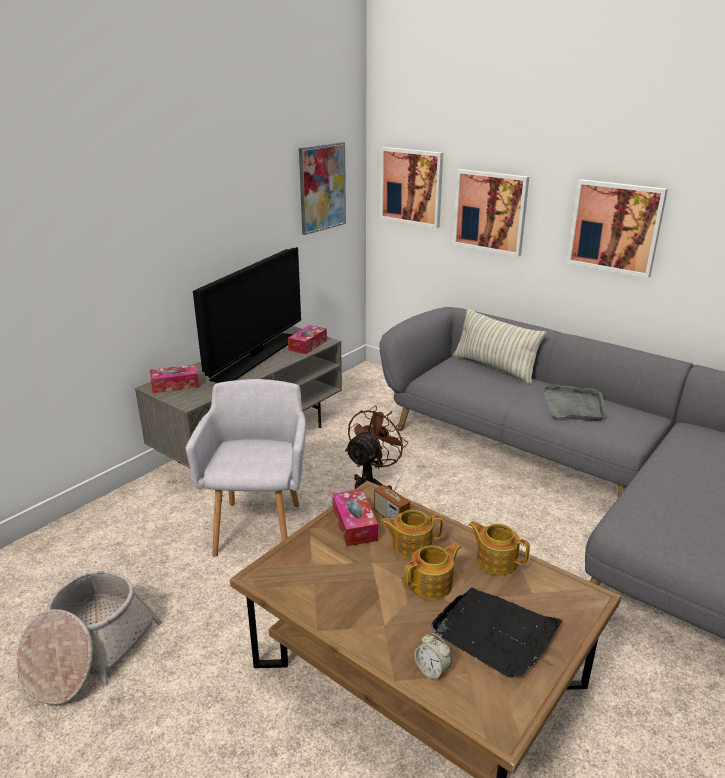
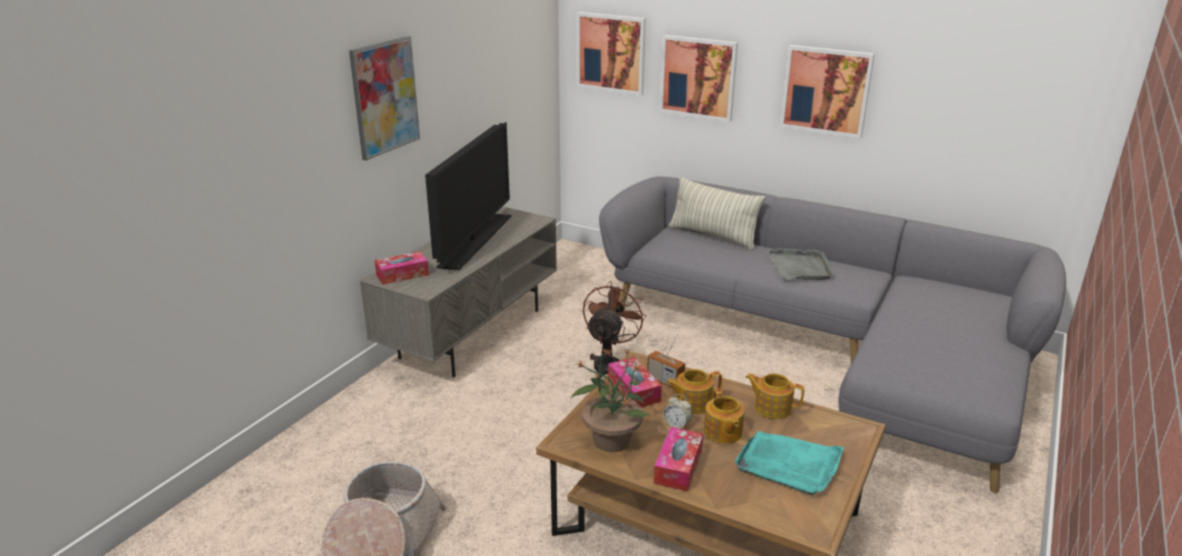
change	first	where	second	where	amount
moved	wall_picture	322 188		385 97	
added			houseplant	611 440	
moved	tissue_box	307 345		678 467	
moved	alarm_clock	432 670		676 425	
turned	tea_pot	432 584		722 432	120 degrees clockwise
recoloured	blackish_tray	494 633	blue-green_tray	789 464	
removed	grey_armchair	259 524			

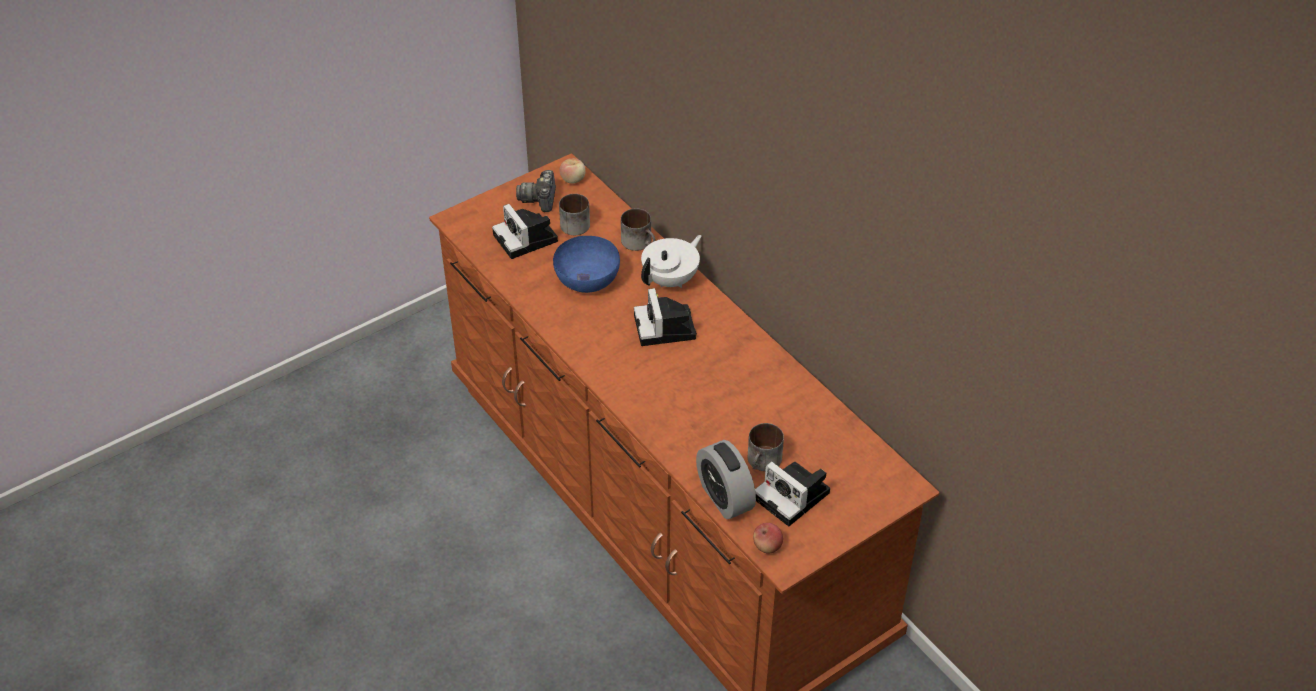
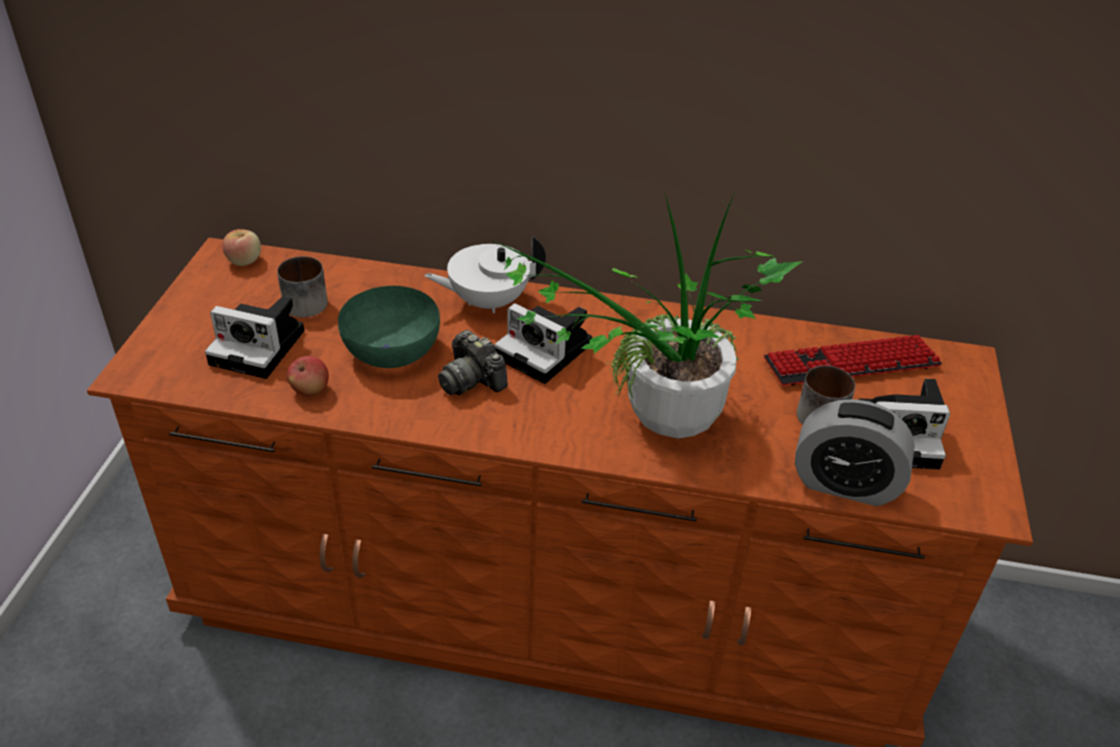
change	first	where	second	where	amount
moved	whole_apple	767 546		310 390	
recoloured	blue_serving_bowl	587 280	greenish_serving_bowl	393 351	
turned	white_tea_pot	671 280		487 301	105 degrees counterclockwise
moved	still_camera	539 199		471 379	
added			houseplant	653 425	
added			keyboard	851 363	
removed	mug	640 242			

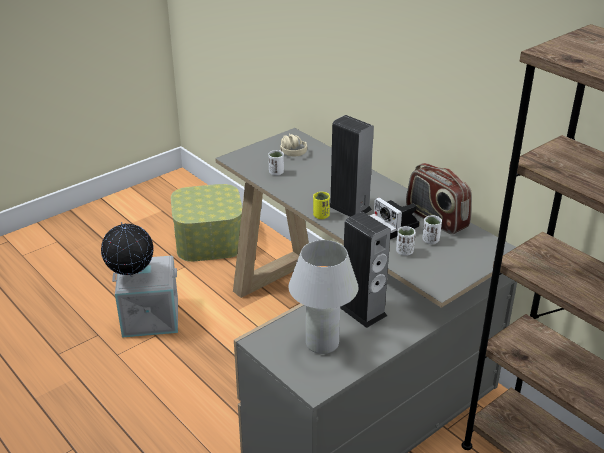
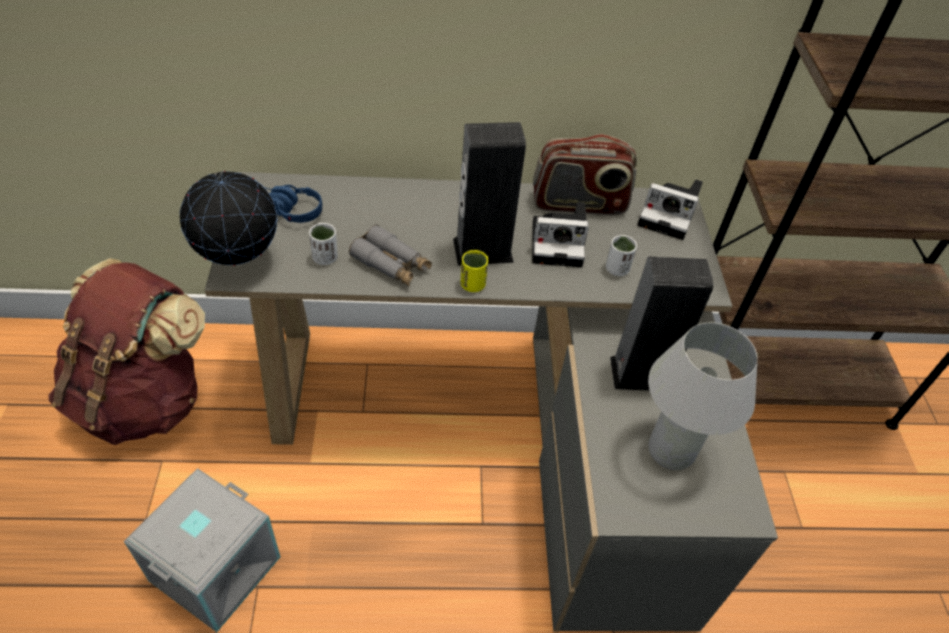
change	first	where	second	where	amount
replaced	storage_box	209 240	brown_backpack	143 398	
moved	world_globe	131 275		238 261	
recoloured	beige-coloured_pair_of_headphones	291 150	blue_pair_of_headphones	289 210	
added			grey_binoculars	391 264	
added			still_camera	670 215	
removed	white_drinking_cup	430 240			

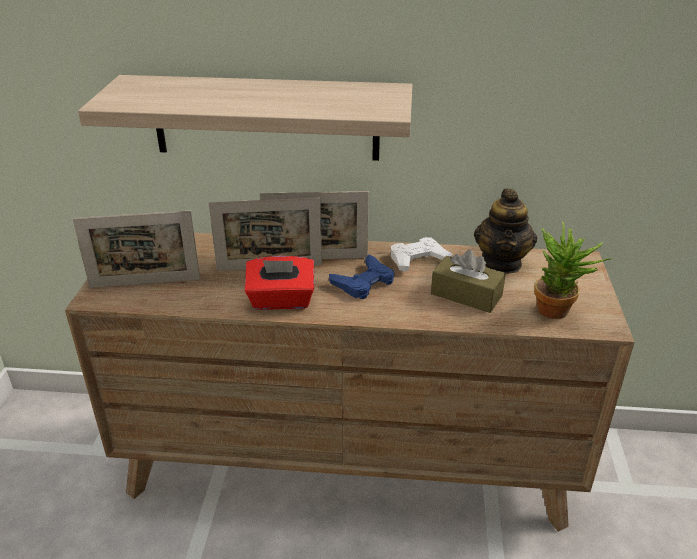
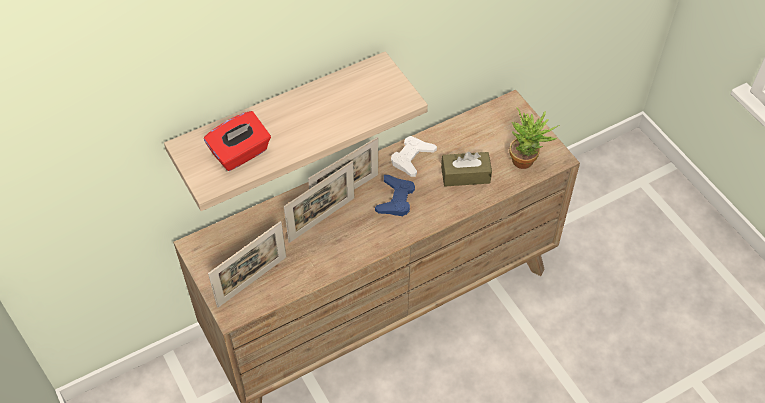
change	first	where	second	where	amount
moved	red_tissue_box	281 301		240 153	
removed	tea_pot	502 262			

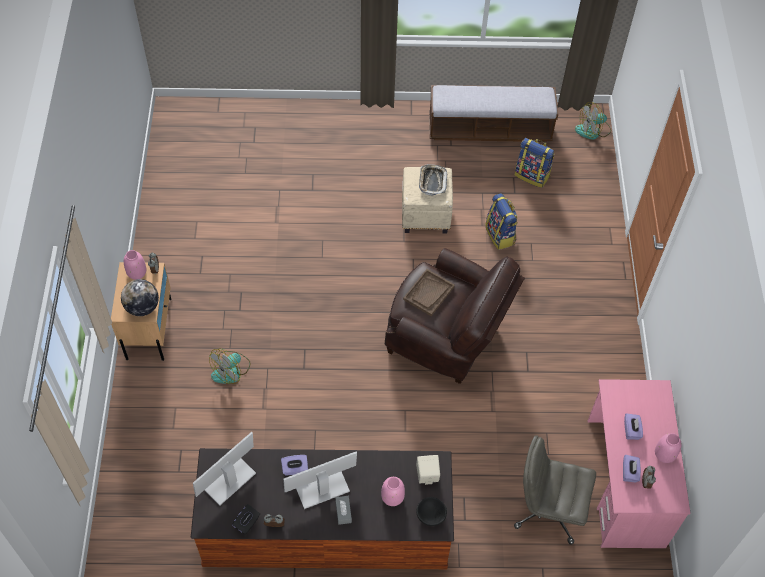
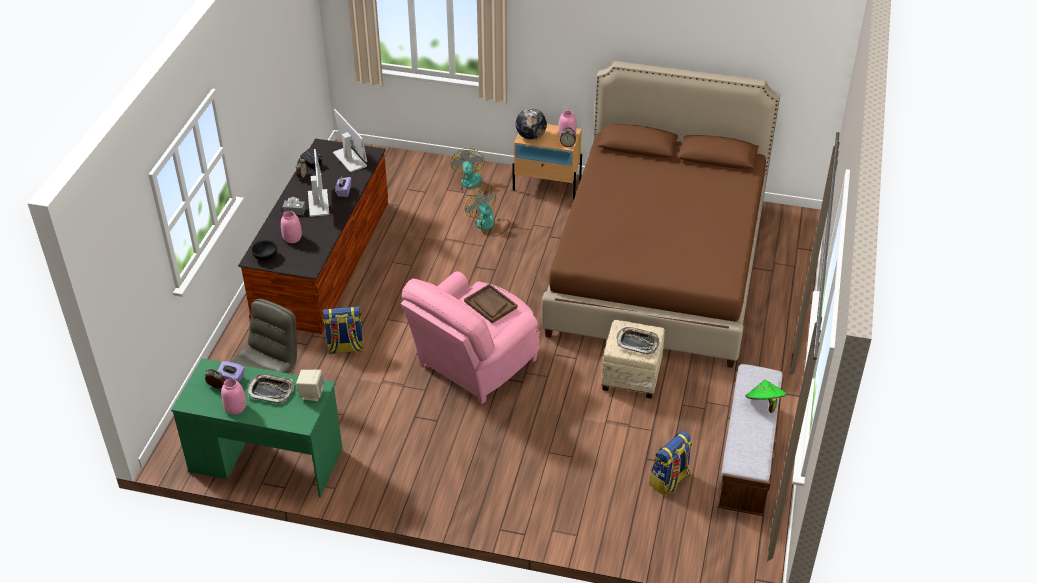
change	first	where	second	where	amount
recoloured	pinkish_desk_unit	625 483	greenish_desk_unit	266 460	
replaced	purple_tissue_box	631 430	tray	271 391	
moved	beige-coloured_audio_speaker	427 475		312 394	
moved	backpack	500 235		345 347	
recoloured	brown_armchair	447 338	pinkish_armchair	473 365	
moved	cooling_fan	593 130		472 185	
added			brown_bed	658 267	
added			greenish_wearable_hat	764 404	

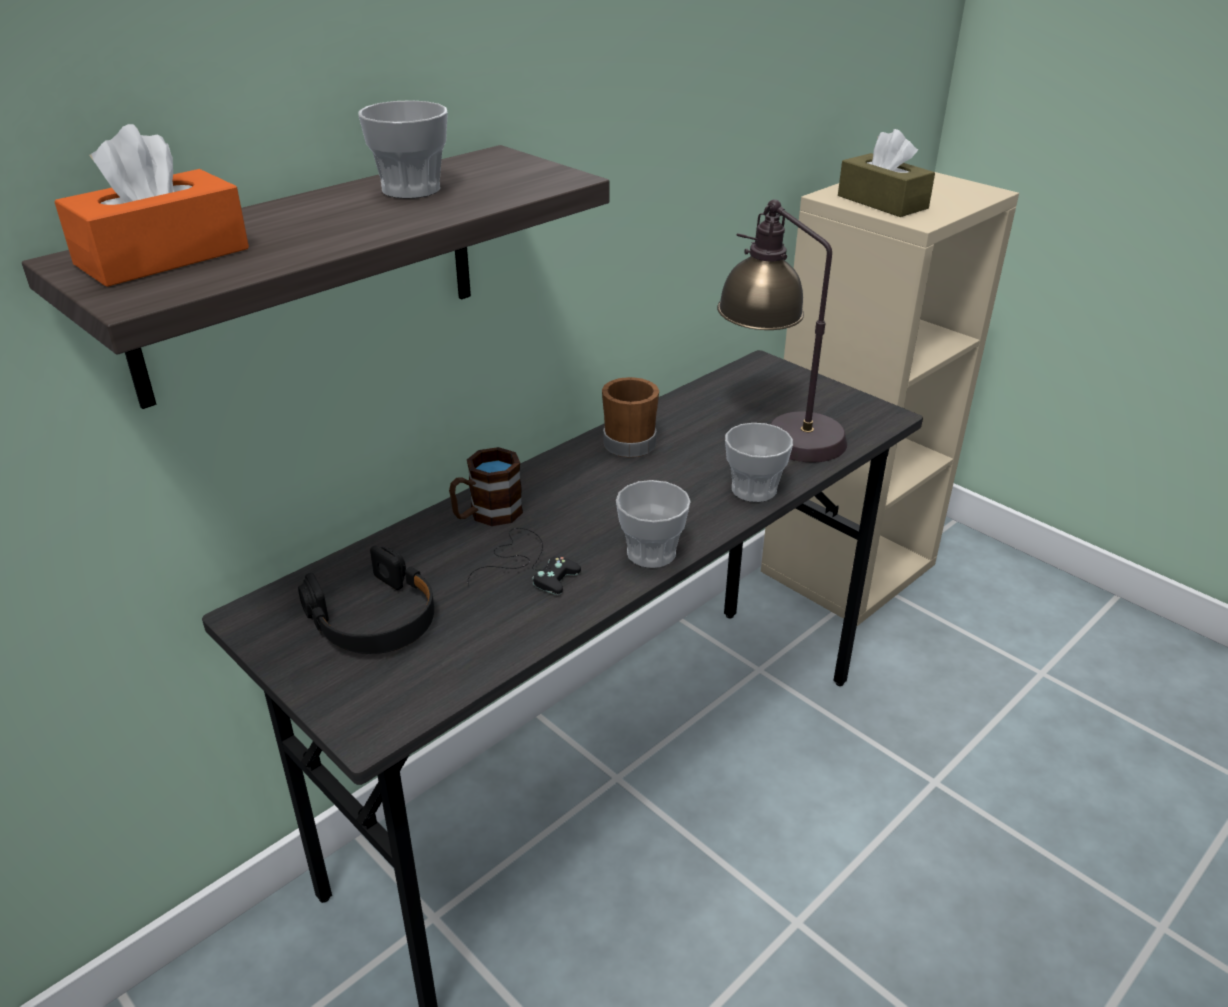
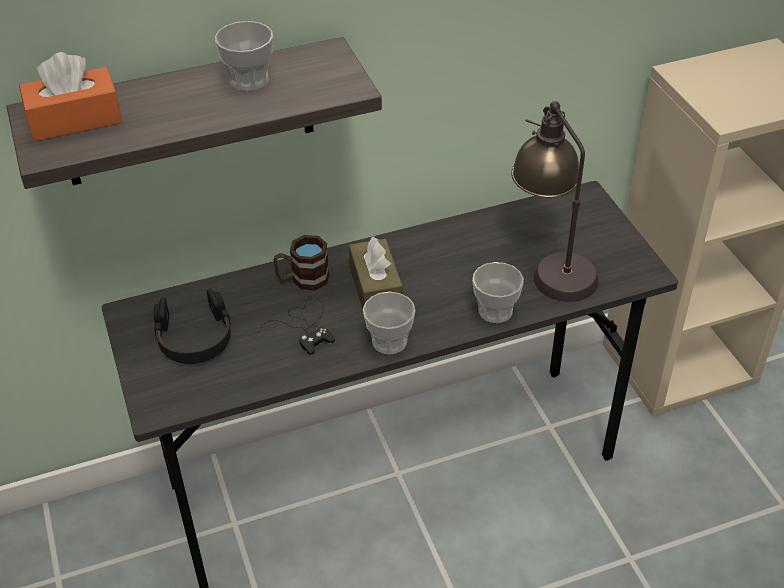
change	first	where	second	where	amount
moved	brown_tissue_box	882 202		375 287	
removed	brown_mug	632 441			

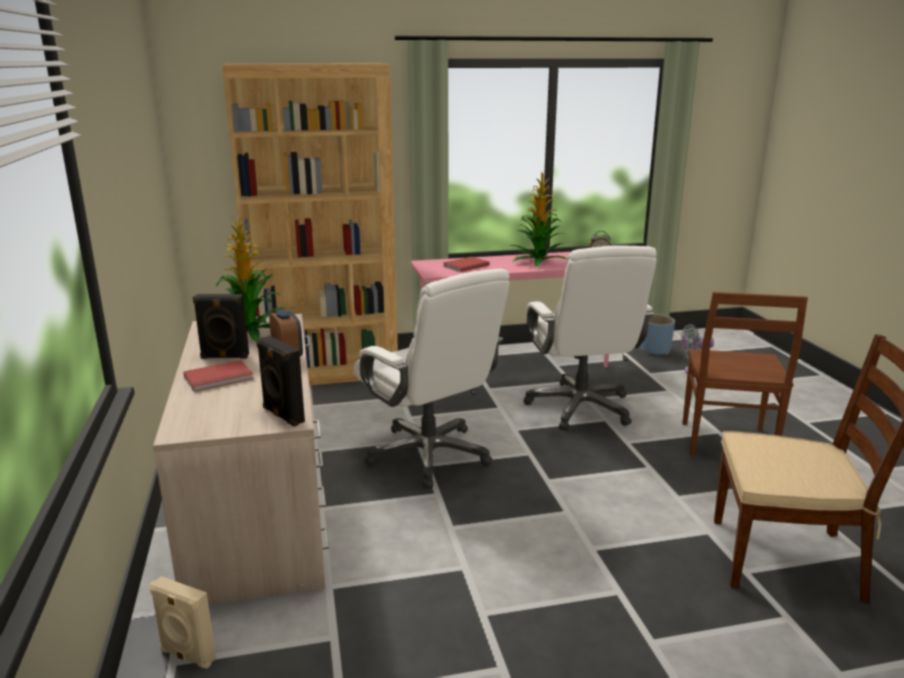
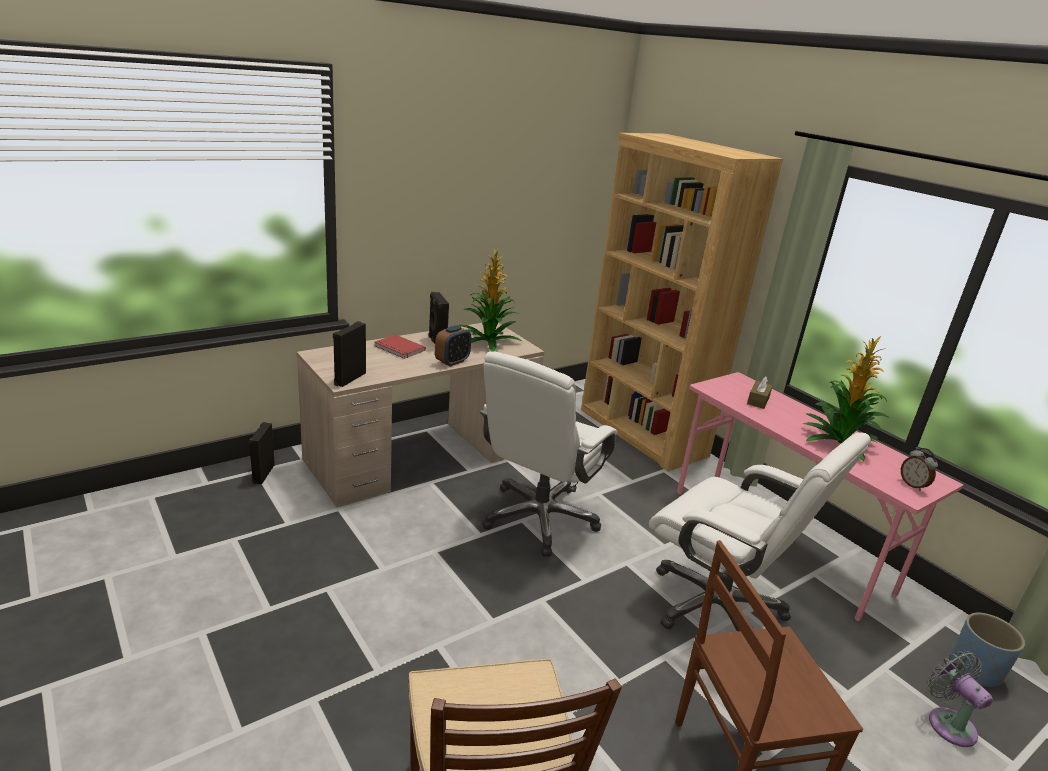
change	first	where	second	where	amount
recoloured	beige-coloured_audio_speaker	187 656	blackish_audio_speaker	262 474	
turned	white_desk_chair	580 407		718 608	105 degrees counterclockwise
replaced	red_book	465 265	brown_tissue_box	758 400	

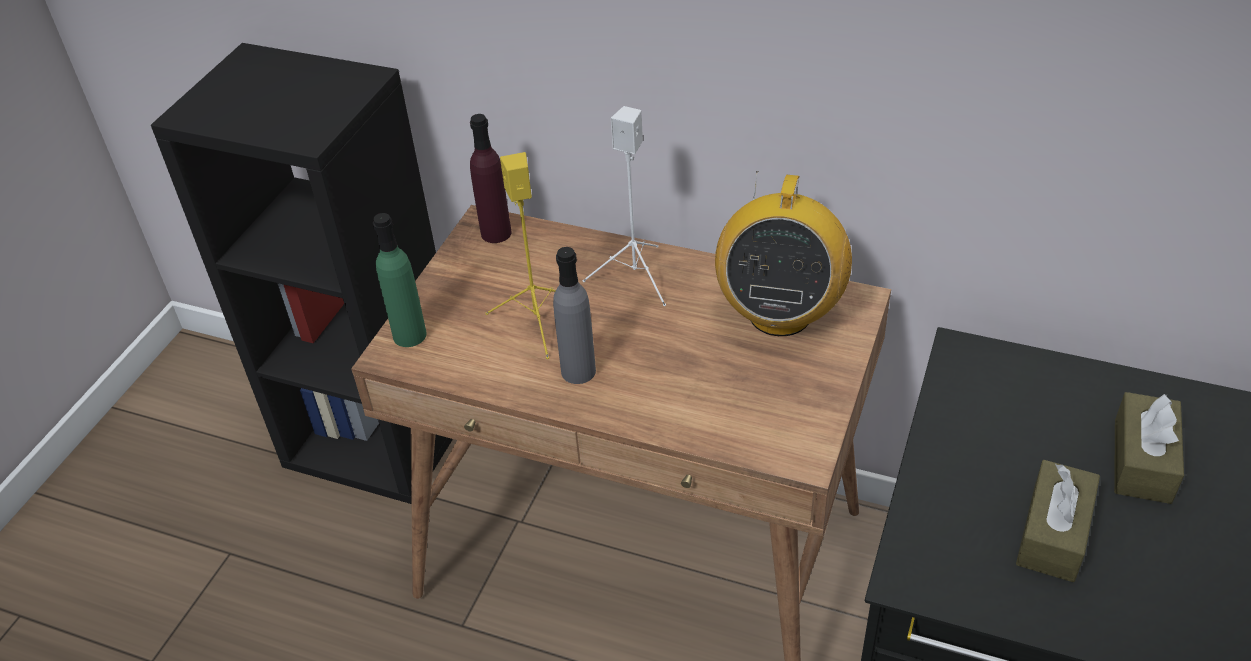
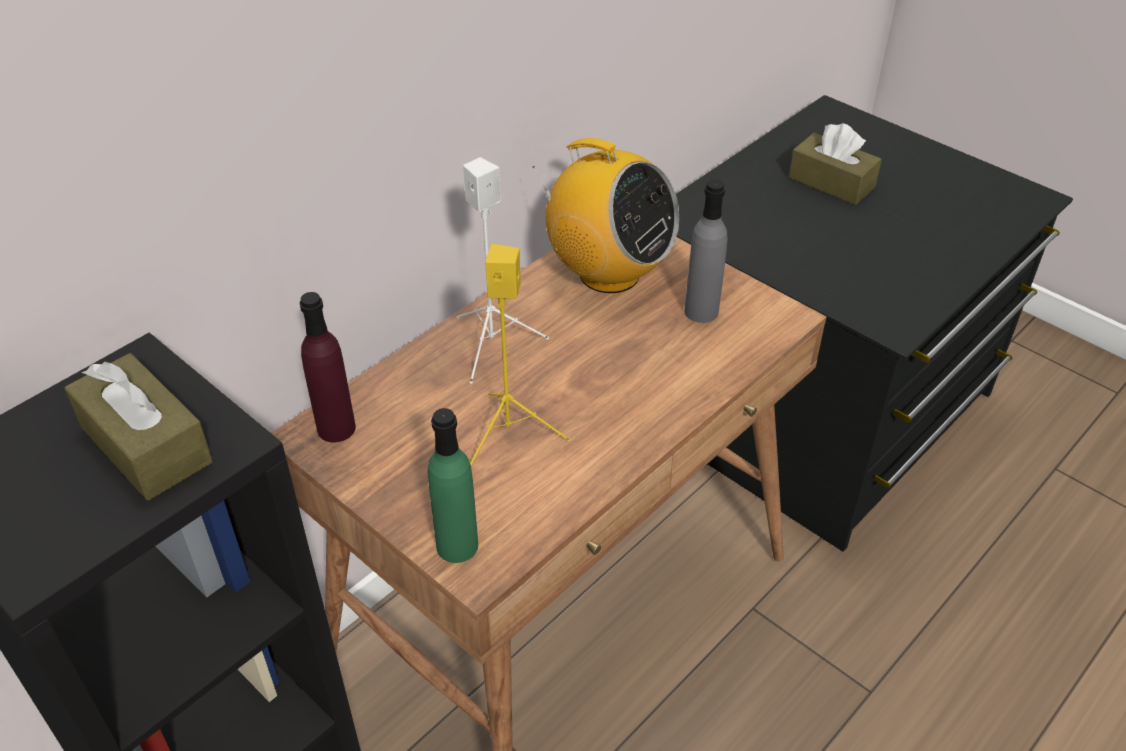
change	first	where	second	where	amount
moved	brown_tissue_box	1053 533		146 445	
moved	grey_bottle	578 371		701 311	

